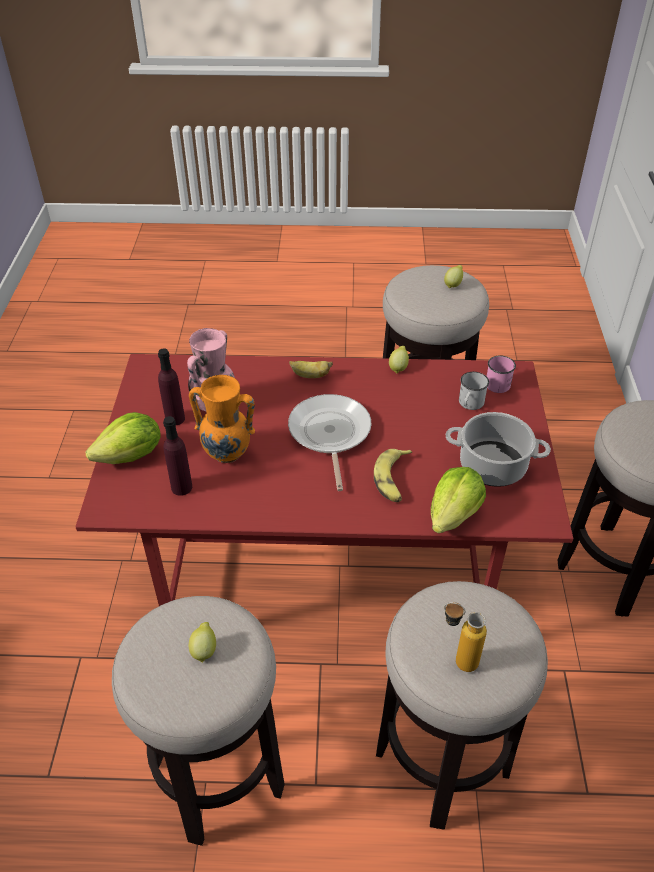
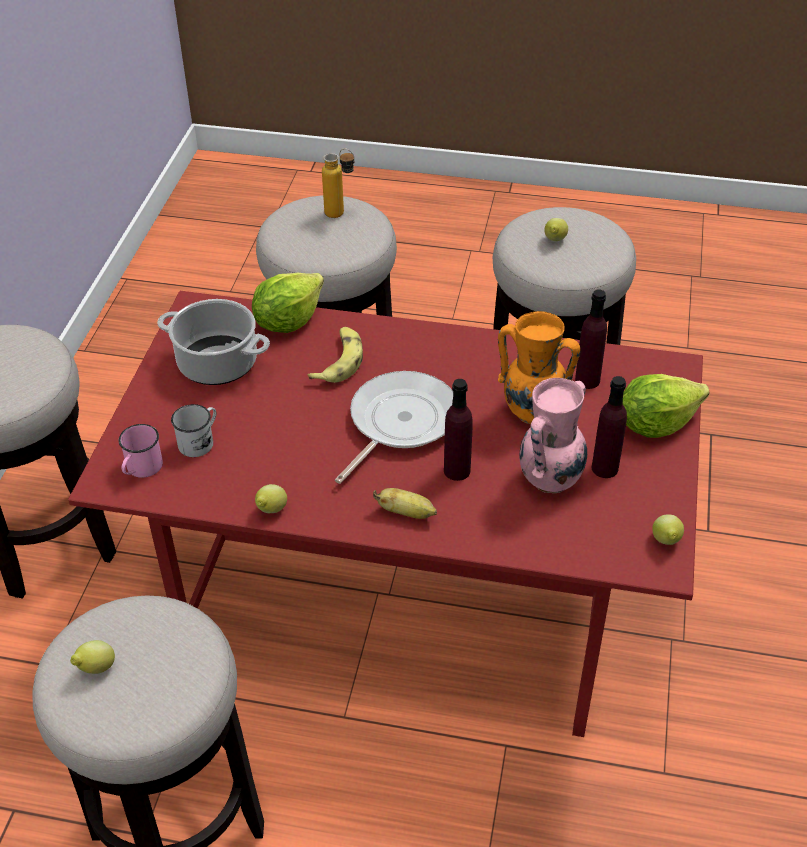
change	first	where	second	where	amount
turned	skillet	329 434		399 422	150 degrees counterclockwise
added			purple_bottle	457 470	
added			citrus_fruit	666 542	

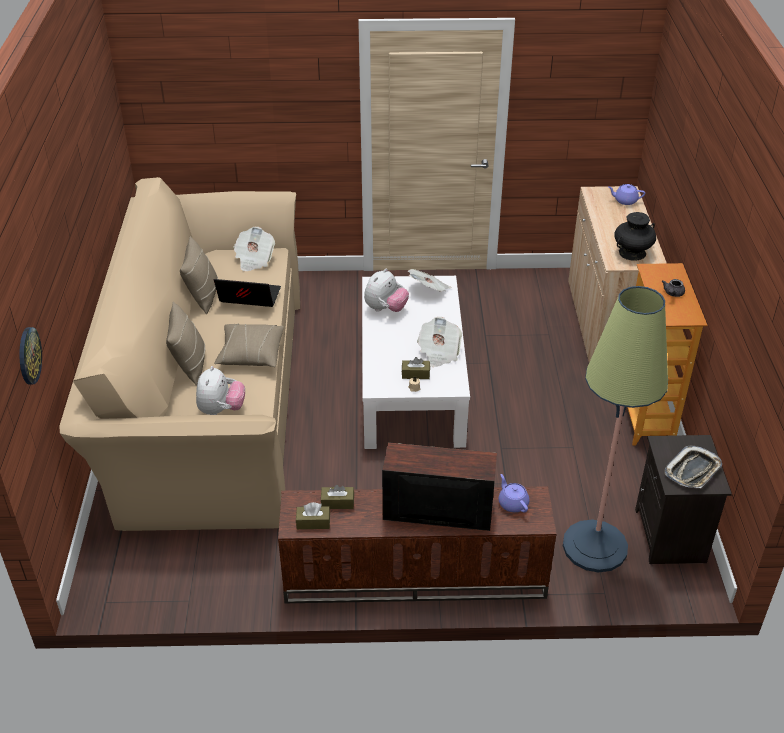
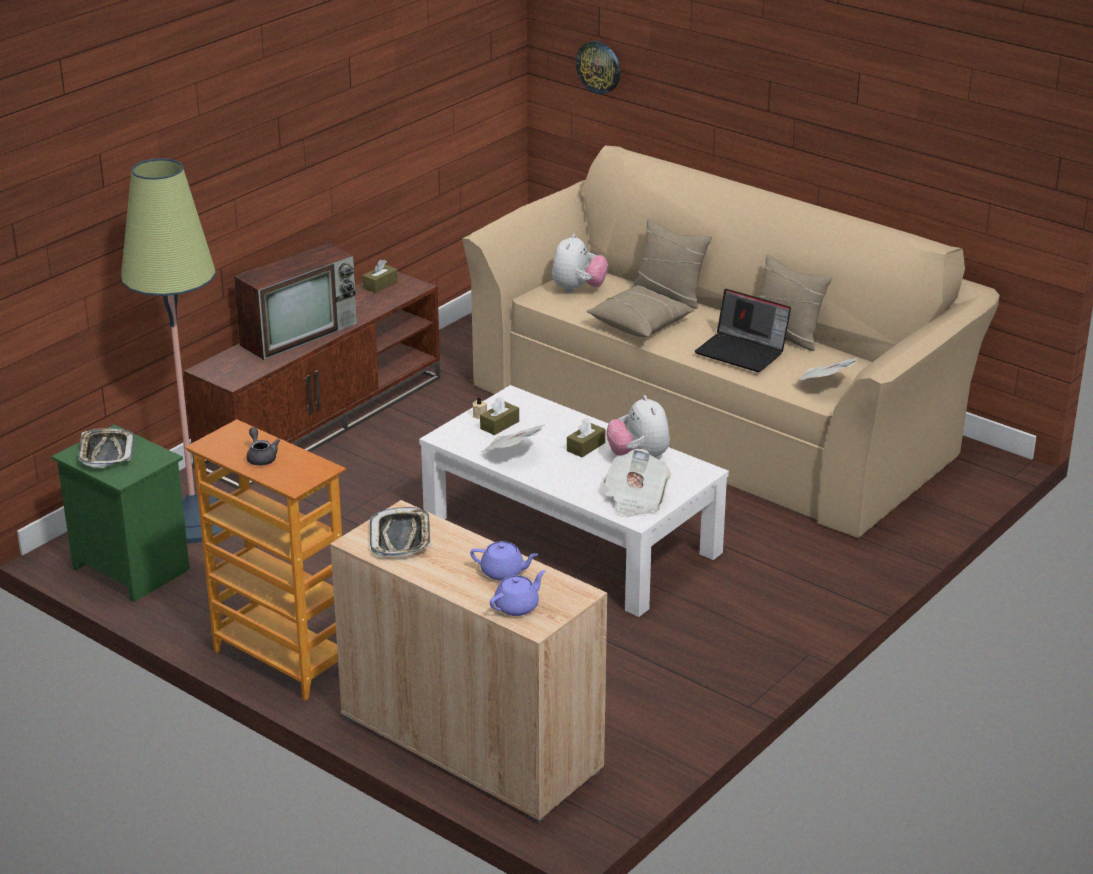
change	first	where	second	where	amount
recoloured	blackish_night_table	671 536	greenish_night_table	128 569	
replaced	blackish_flower_vase	632 253	tray	401 538	
moved	purple_tea_pot	512 503		503 572	
turned	cuddly_toy	221 410		578 289	120 degrees counterclockwise
moved	brown_tissue_box	337 502		586 447	
turned	notebook_computer	248 298		742 352	75 degrees clockwise

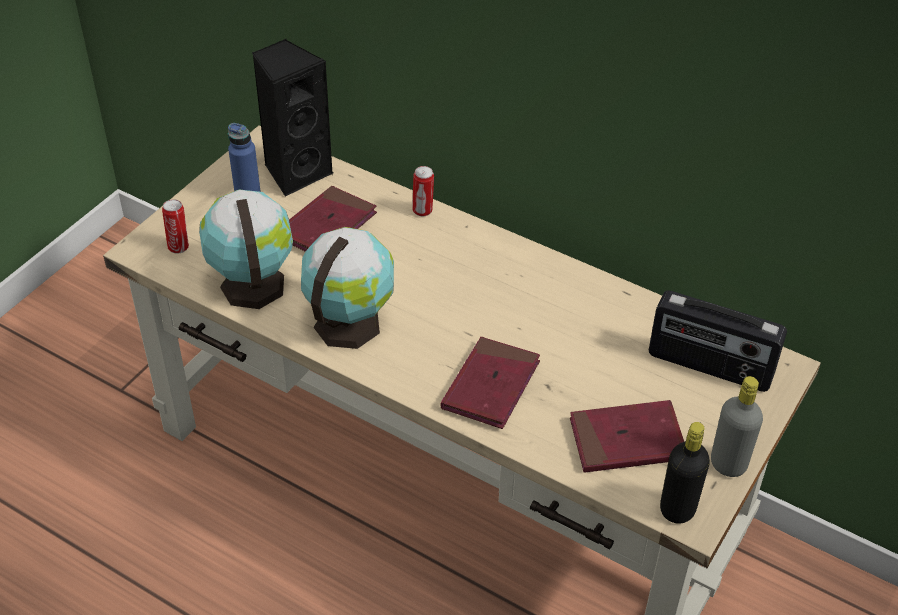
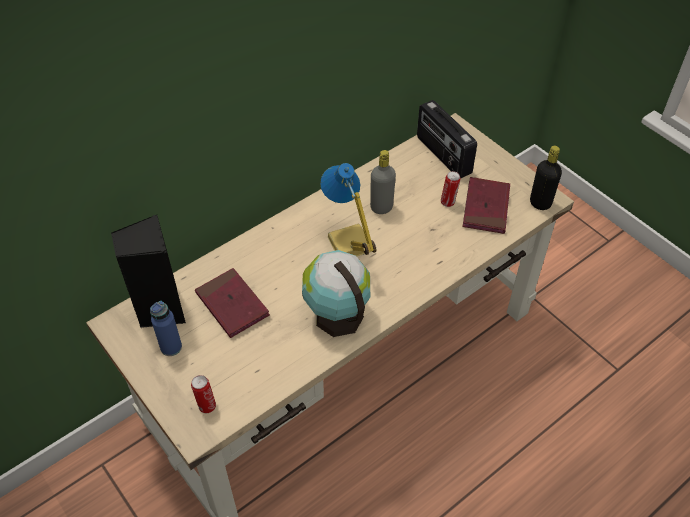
change	first	where	second	where	amount
added			table_lamp	348 245	
moved	grey_bottle	728 464		381 207	
turned	radio	709 366		443 155	105 degrees clockwise
moved	can	423 211		448 202	
removed	world_globe	252 283			
removed	red_book	491 386			

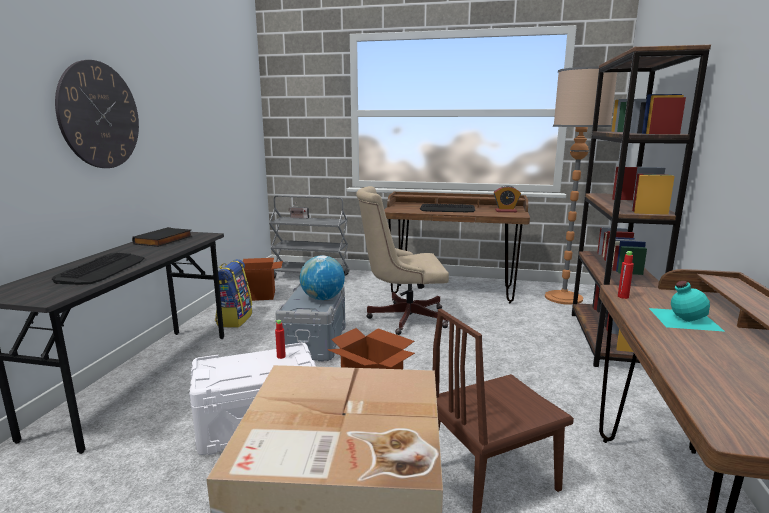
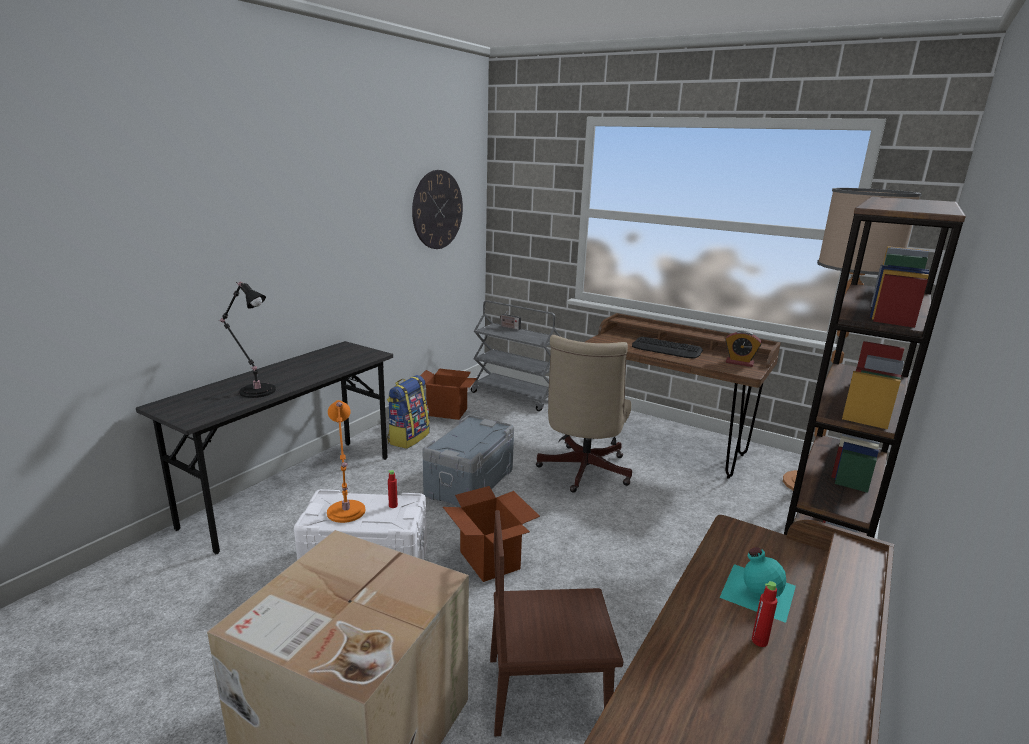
change	first	where	second	where	amount
replaced	keyboard	102 270	blackish_table_lamp	255 390	
added			orange_table_lamp	346 513	
moved	hanging_clock	99 115		437 210	
turned	beige-coloured_desk_chair	402 318		582 472	90 degrees counterclockwise
moved	red_bottle	623 296		759 641	
removed	blackish_book	164 240			
removed	world_globe	322 298			

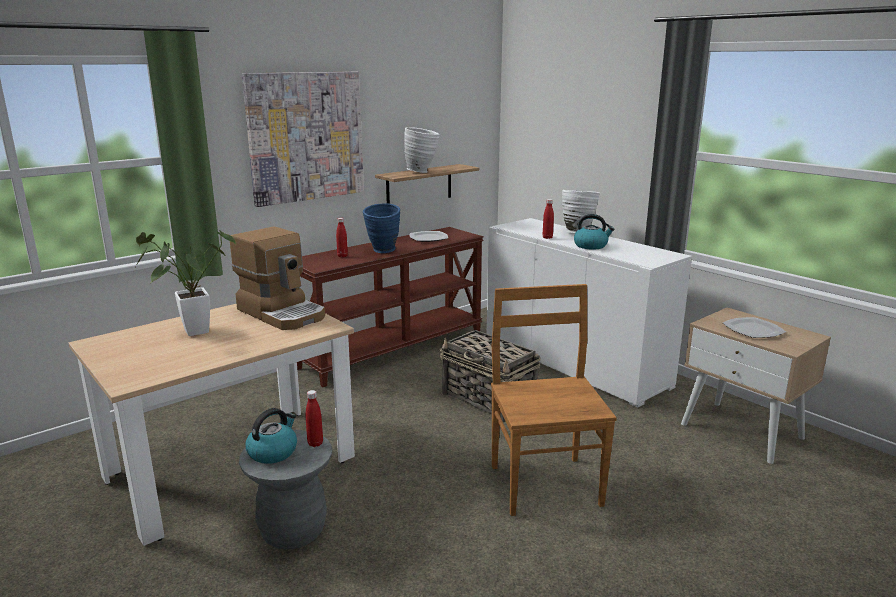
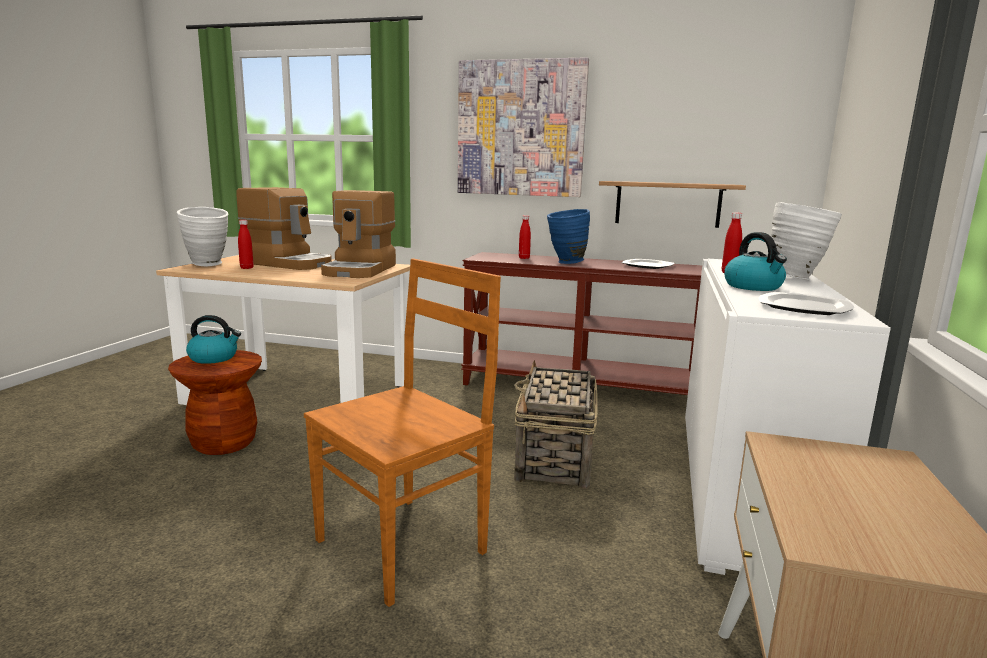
change	first	where	second	where	amount
recoloured	grey_stool	293 531	brown_stool	224 443	
moved	white_flower_vase	422 172		208 265	
replaced	houseplant	190 332	coffee_brewer	289 263	
moved	red_bottle	315 443		246 268	
moved	dinner_plate	753 330		805 307	

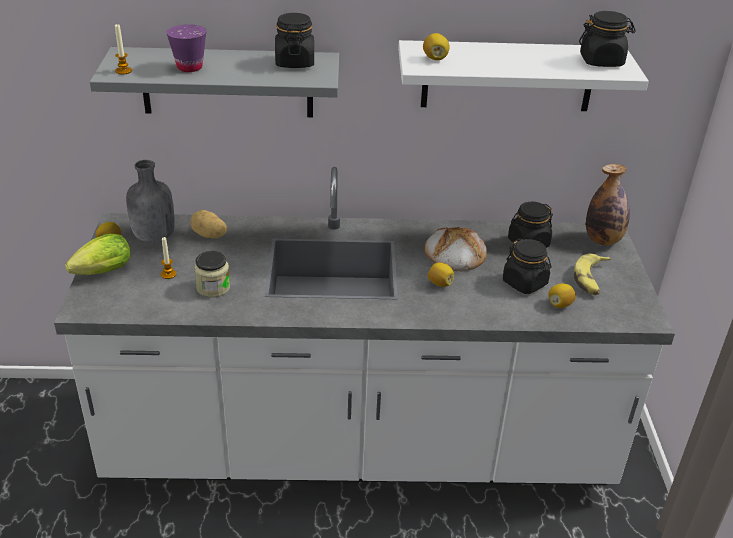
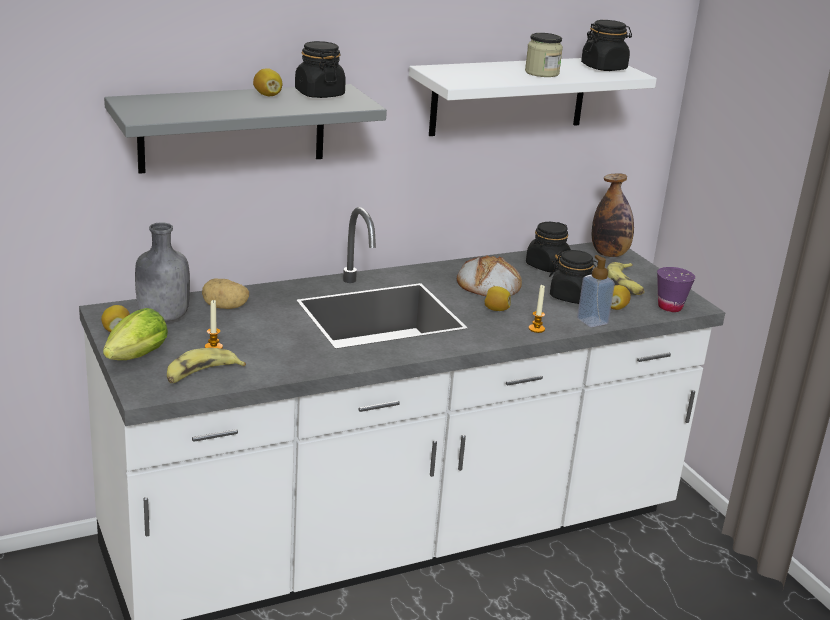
change	first	where	second	where	amount
added			banana_fruit	201 374	
moved	citrus_fruit	435 58		268 95	
moved	preserve_jar	213 288		542 73	
moved	candle	123 71		536 329	
added			soap_dispenser	592 321	
moved	purple_drinking_cup	189 67		670 307	

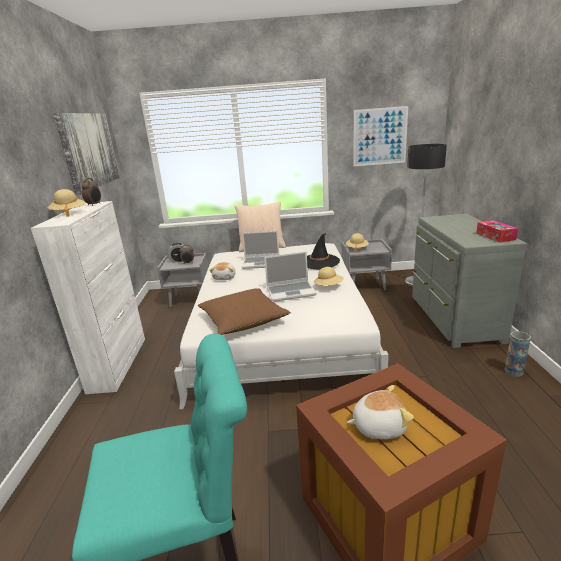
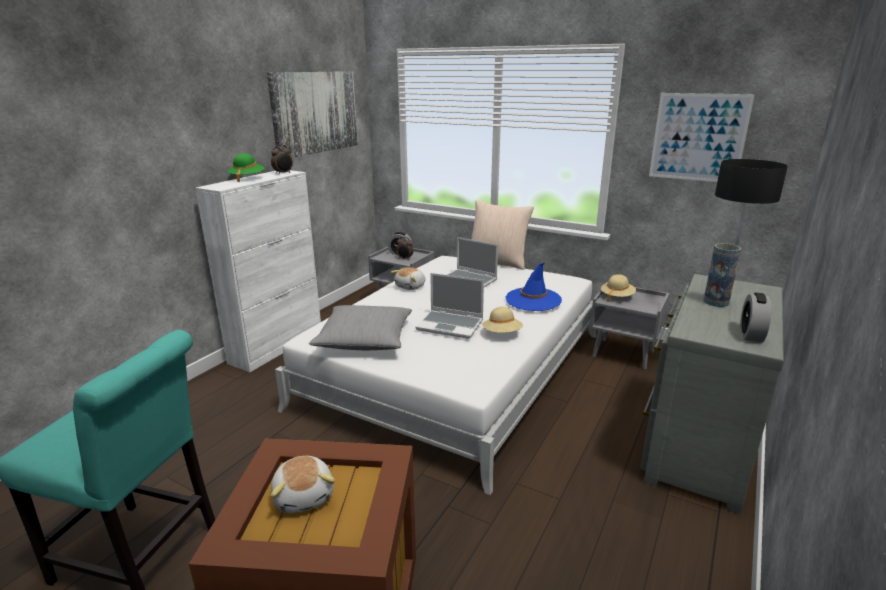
change	first	where	second	where	amount
recoloured	beige-coloured_wearable_hat	69 213	greenish_wearable_hat	247 178	
turned	cuddly_toy	378 426		304 495	45 degrees clockwise
recoloured	brown_pillow	243 320	grey_pillow	365 339	
recoloured	blackish_wearable_hat	319 262	blue_wearable_hat	533 299	
moved	flower_vase	513 371		716 302	
replaced	tissue_box	495 236	alarm_clock	751 334	

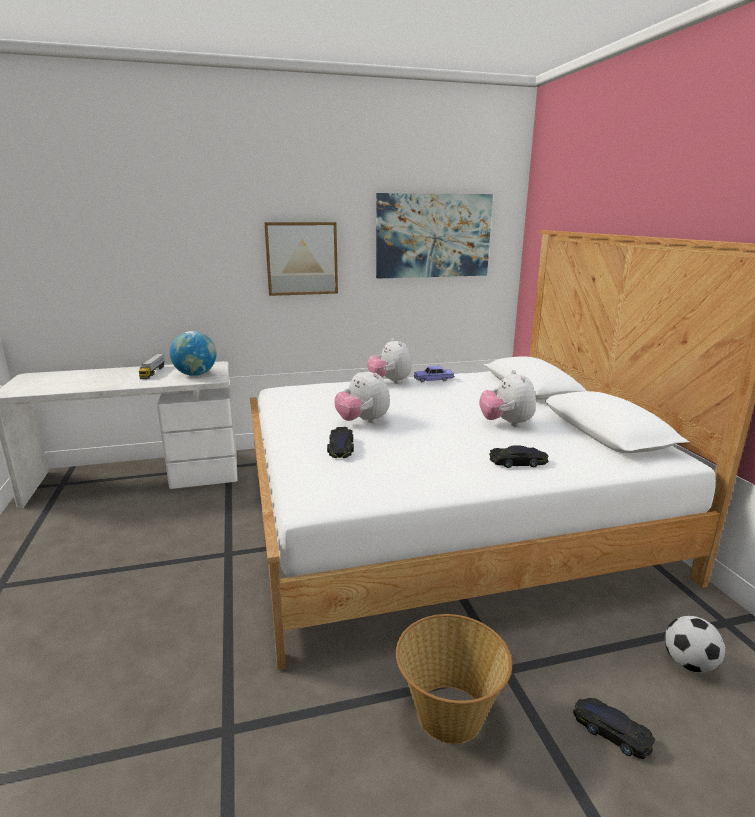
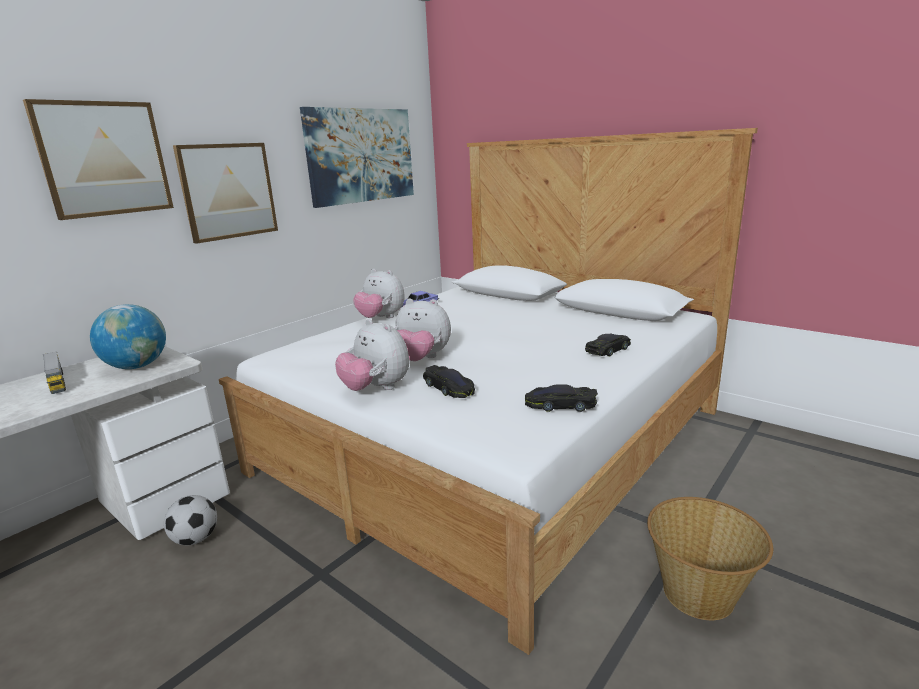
change	first	where	second	where	amount
added			wall_picture	104 159	
moved	football_ball	688 664		196 539	
moved	cuddly_toy	506 423		376 389	
moved	blackish_miniature_car	611 731		560 404	

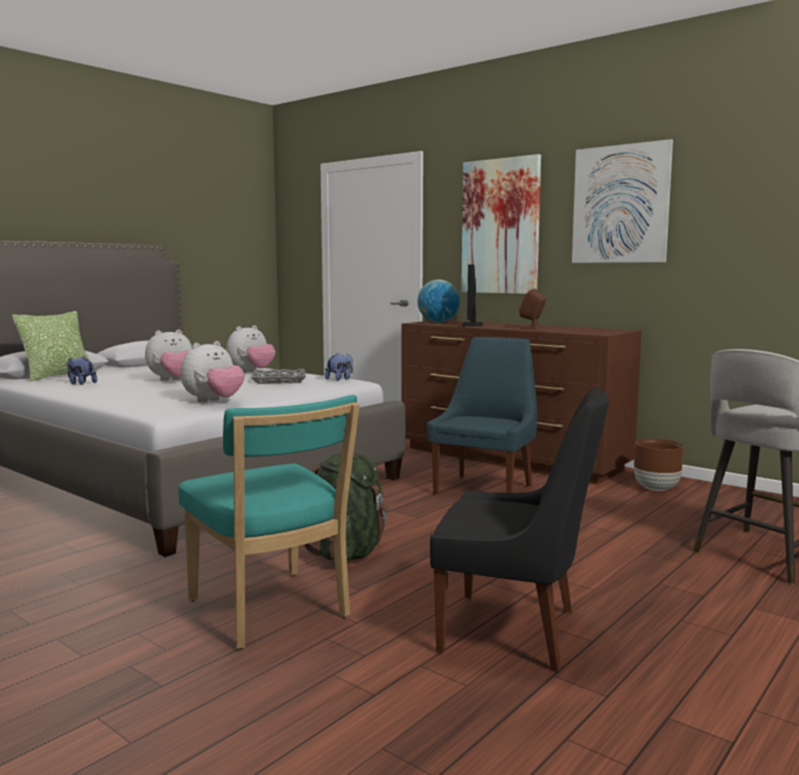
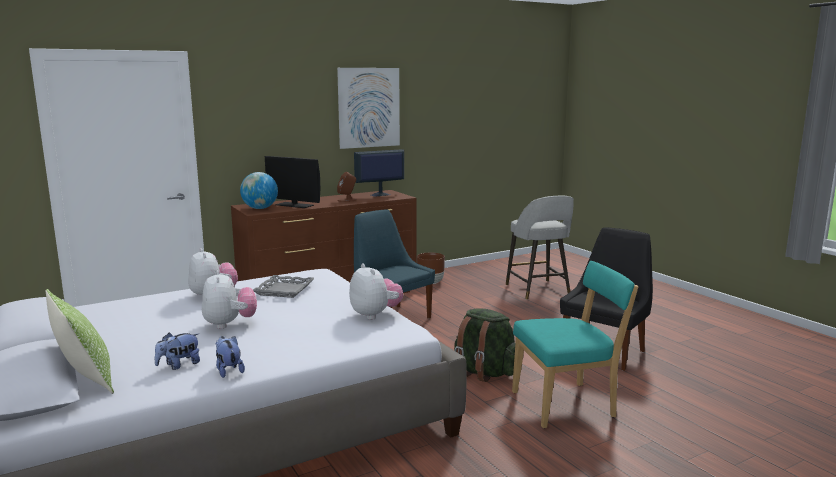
change	first	where	second	where	amount
moved	cuddly_toy	340 379		228 370	
added			monitor	380 195	
removed	wall_picture	500 226			

